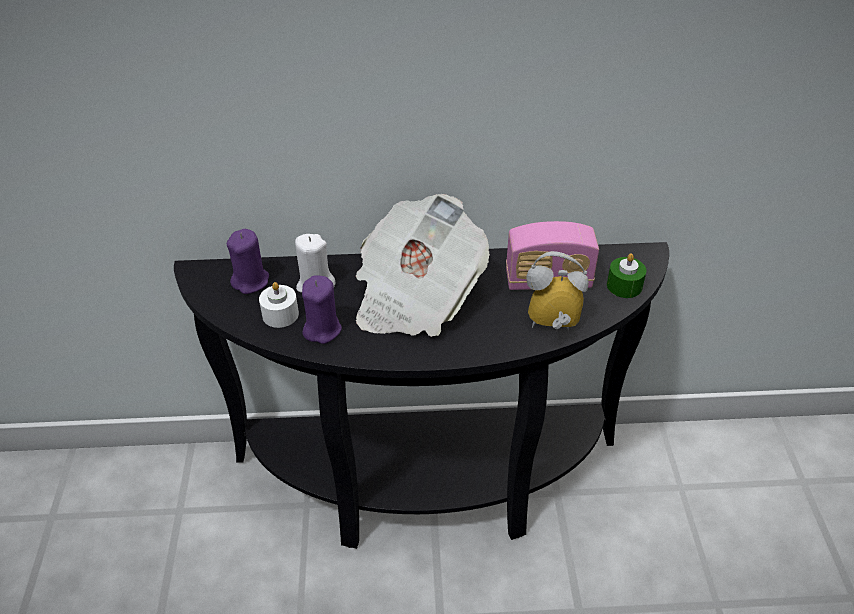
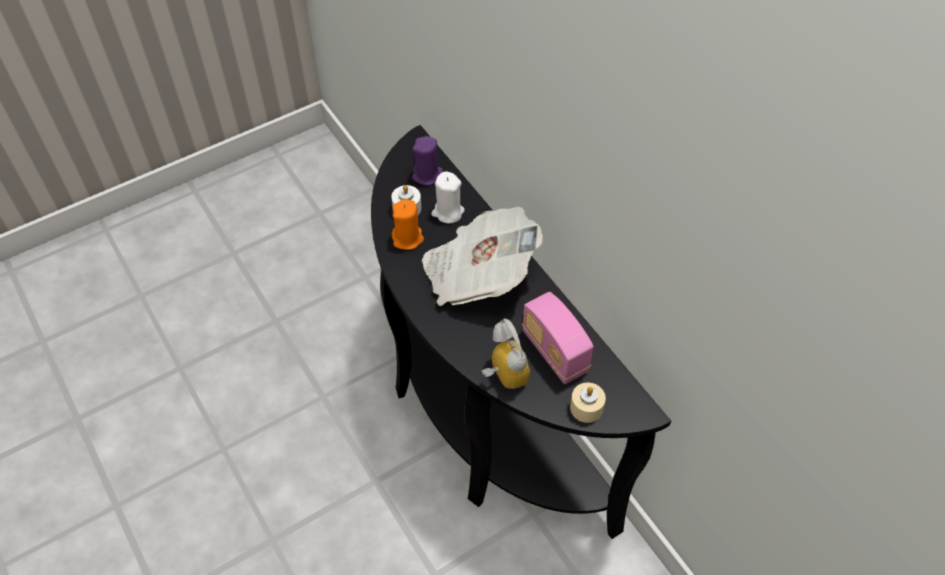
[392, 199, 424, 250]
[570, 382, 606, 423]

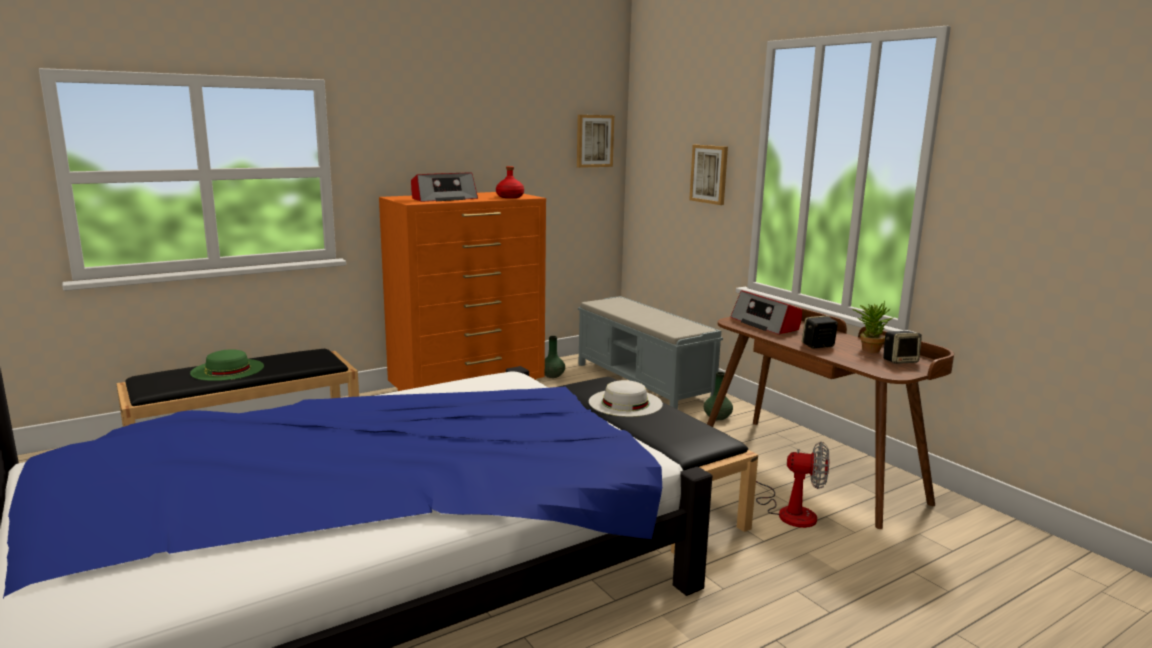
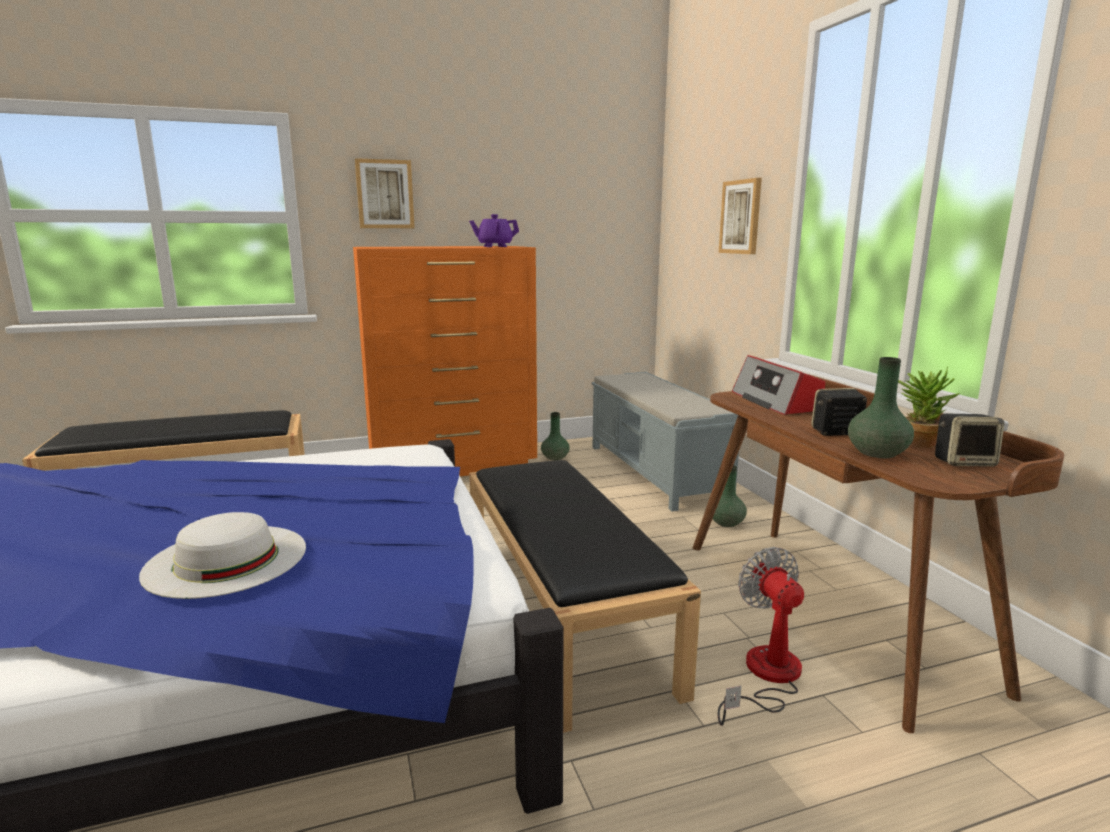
[190, 349, 264, 381] (first image)
[411, 173, 478, 202] (first image)
[469, 214, 519, 247]
[355, 158, 415, 228]
[139, 512, 306, 599]
[718, 547, 804, 726]
[848, 357, 914, 458]

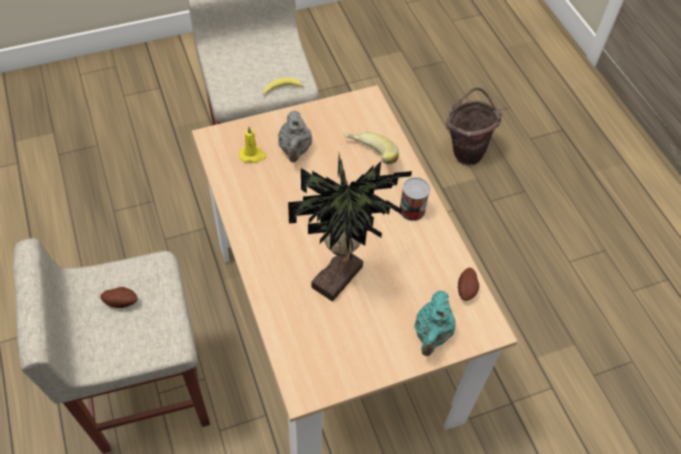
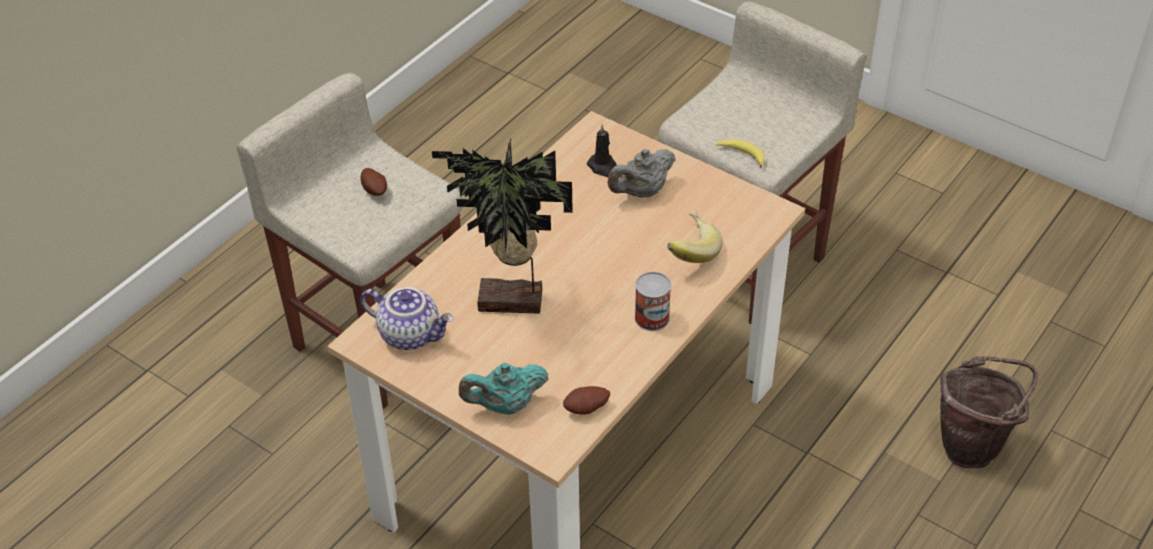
[587, 124, 616, 177]
[360, 287, 454, 350]

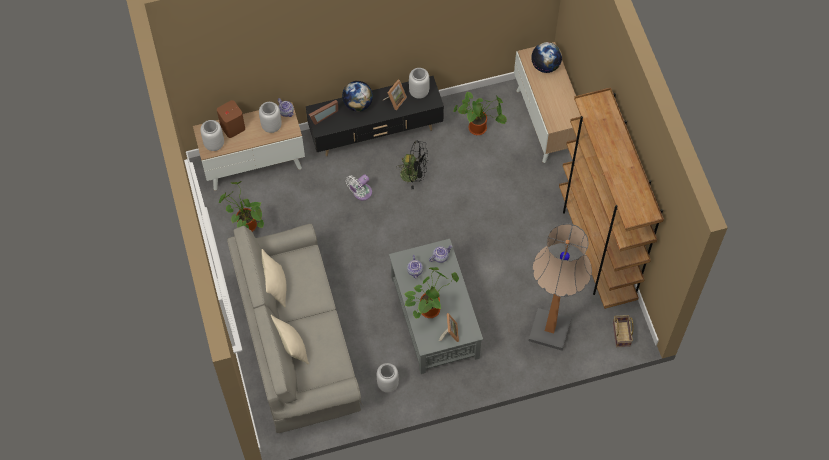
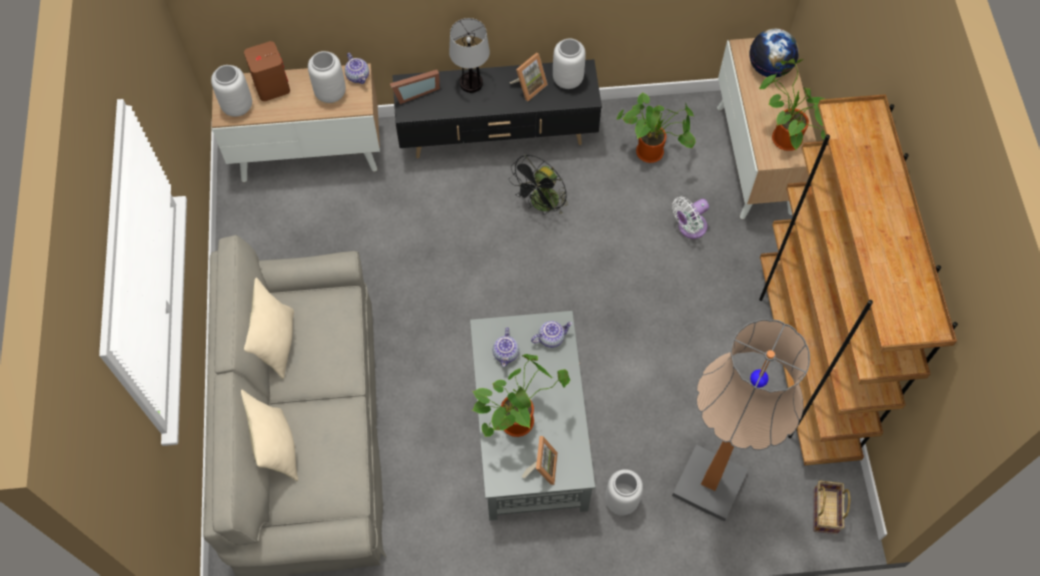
[759, 59, 826, 151]
[449, 18, 490, 93]
[672, 197, 709, 239]
[605, 469, 643, 515]
[509, 154, 568, 215]

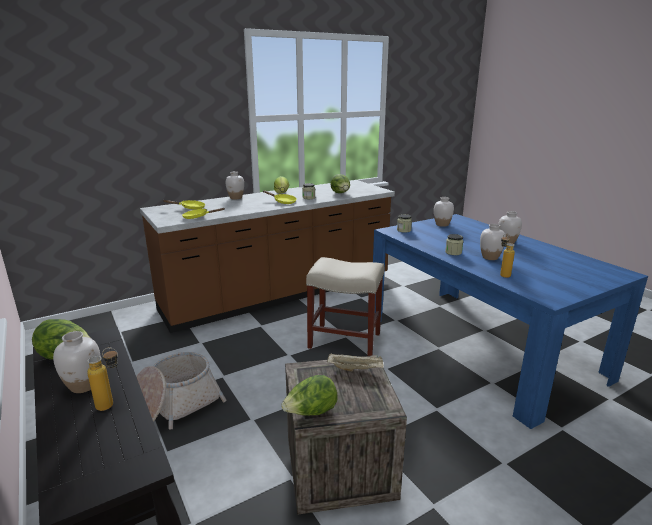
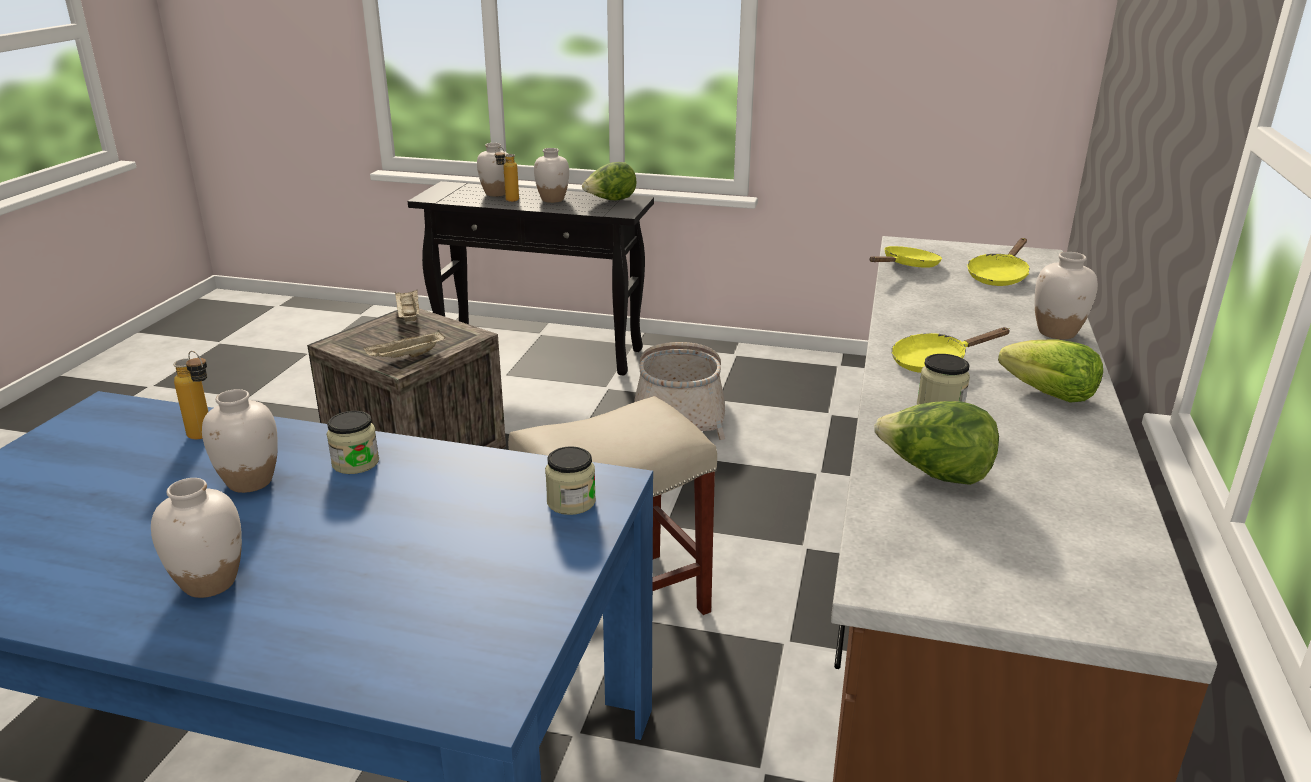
[395, 290, 419, 321]
[477, 143, 508, 196]

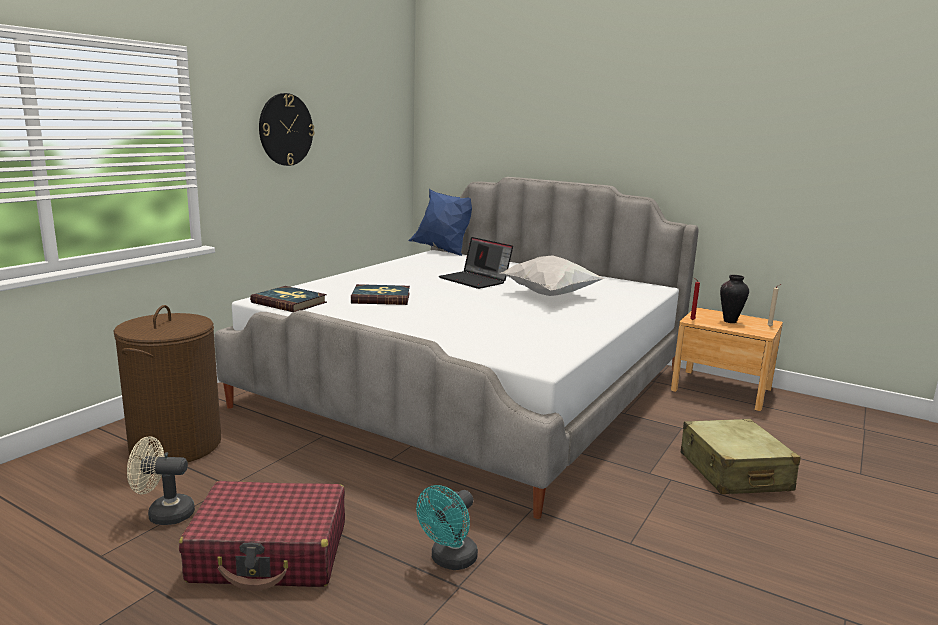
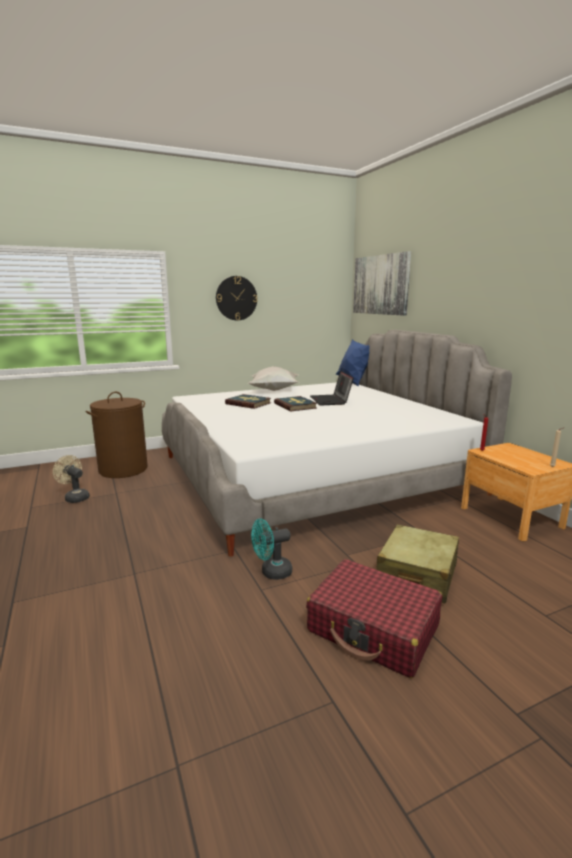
[306, 559, 442, 678]
[274, 396, 317, 411]
[251, 519, 292, 580]
[248, 366, 298, 391]
[720, 275, 749, 323] (first image)
[353, 251, 411, 316]

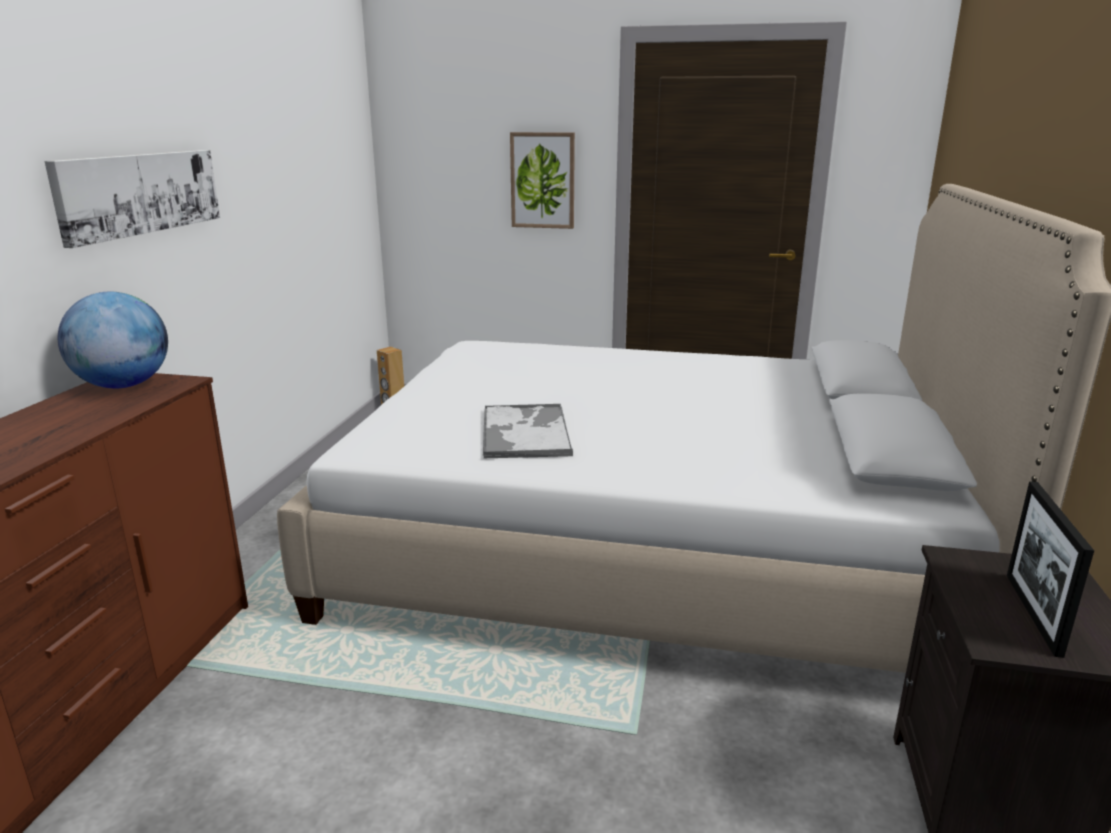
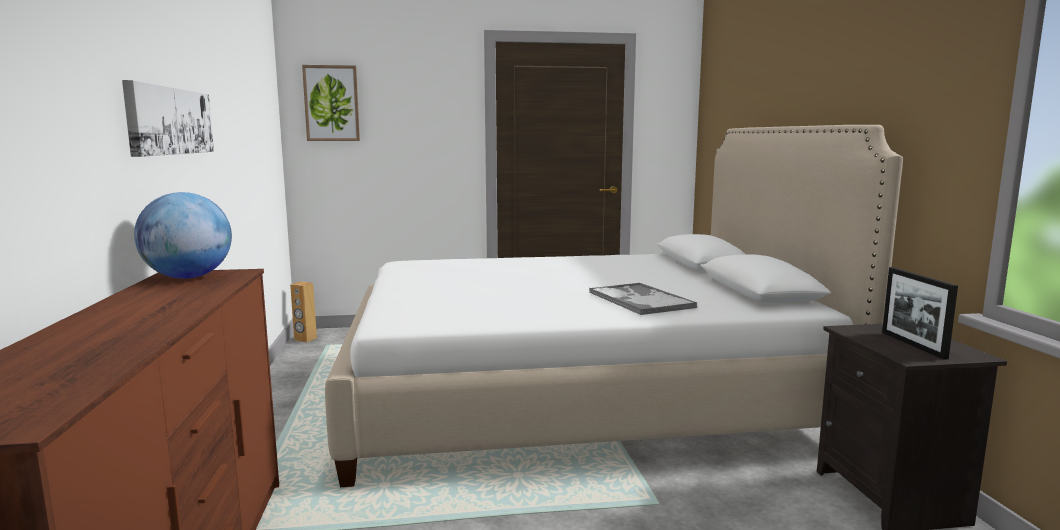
[589, 283, 697, 315]
[302, 65, 360, 141]

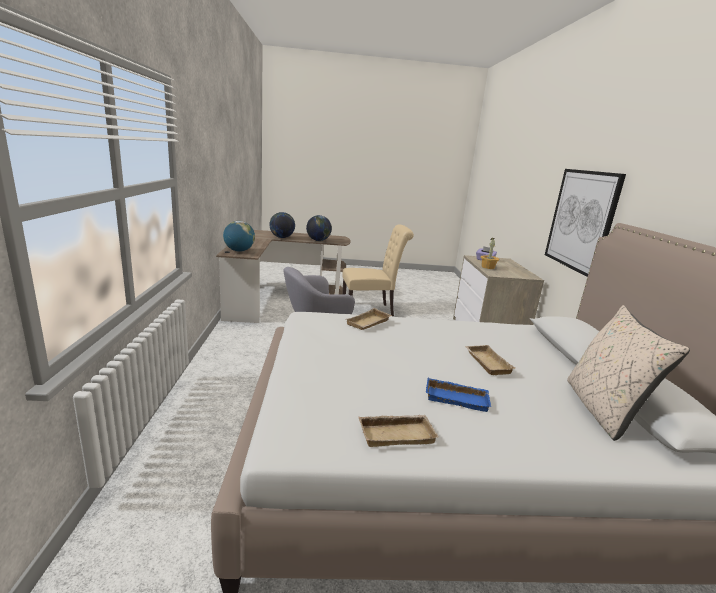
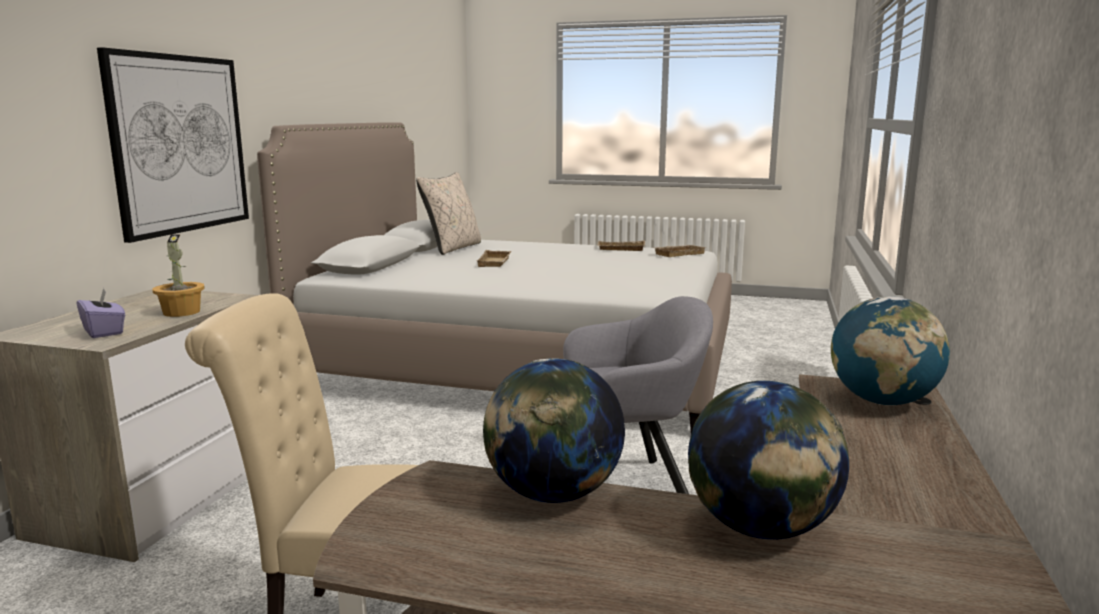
[655, 245, 706, 257]
[426, 378, 491, 412] (first image)

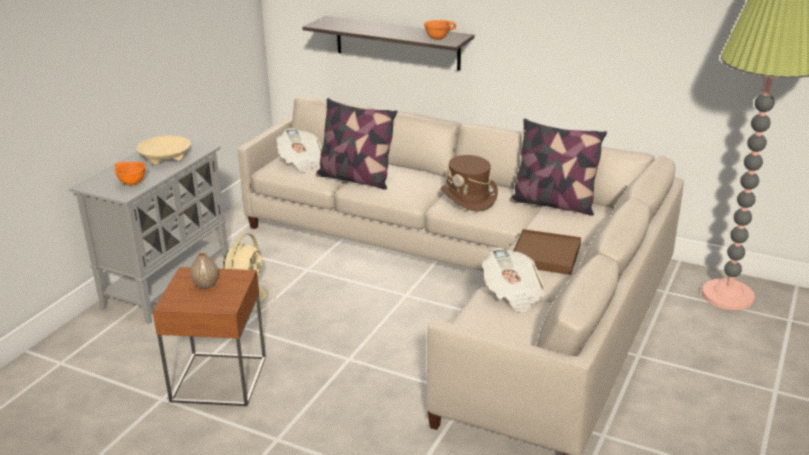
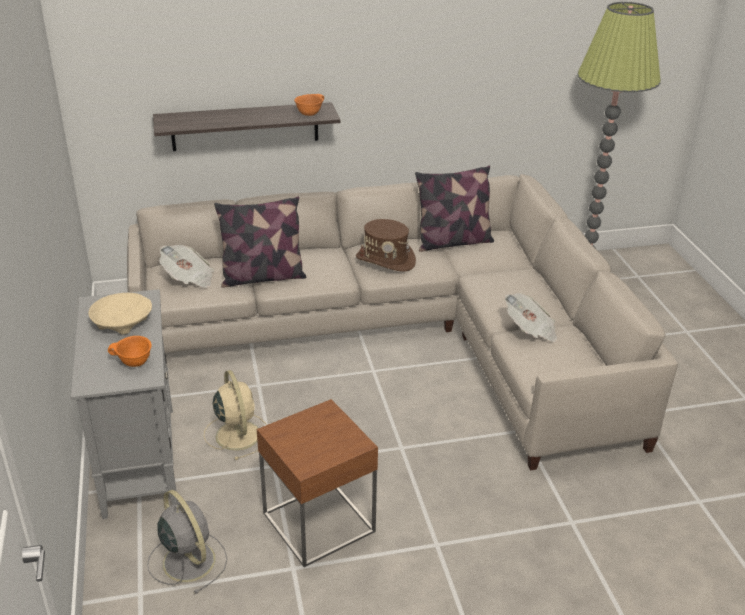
[191, 252, 219, 289] (first image)
[513, 229, 581, 275] (first image)
[147, 490, 227, 594]

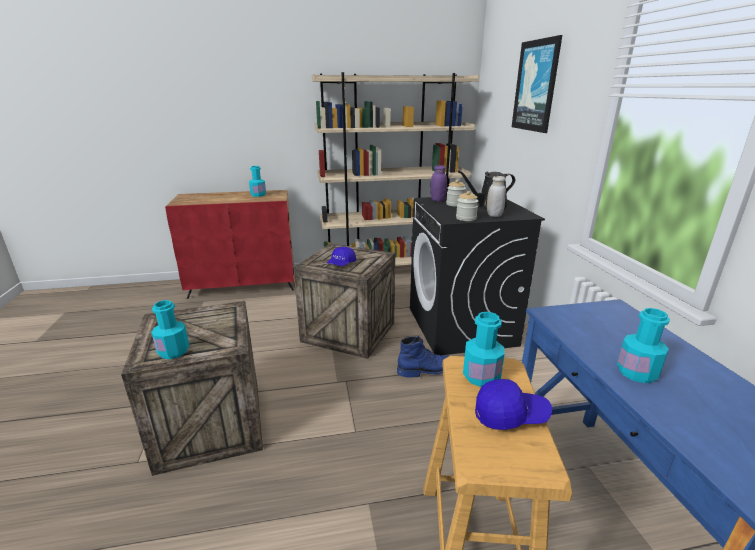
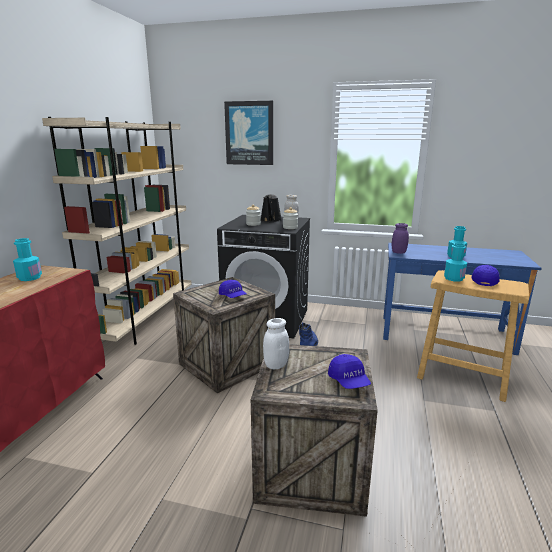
[328, 354, 371, 389]
[392, 223, 409, 254]
[263, 318, 289, 369]

